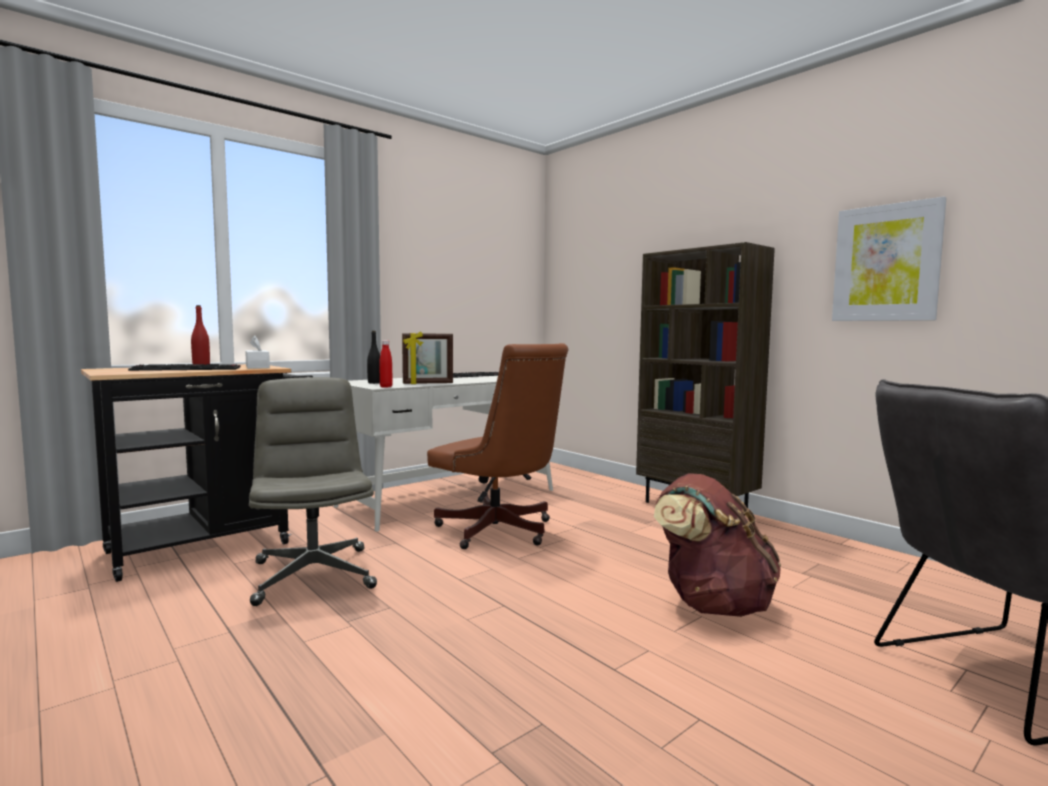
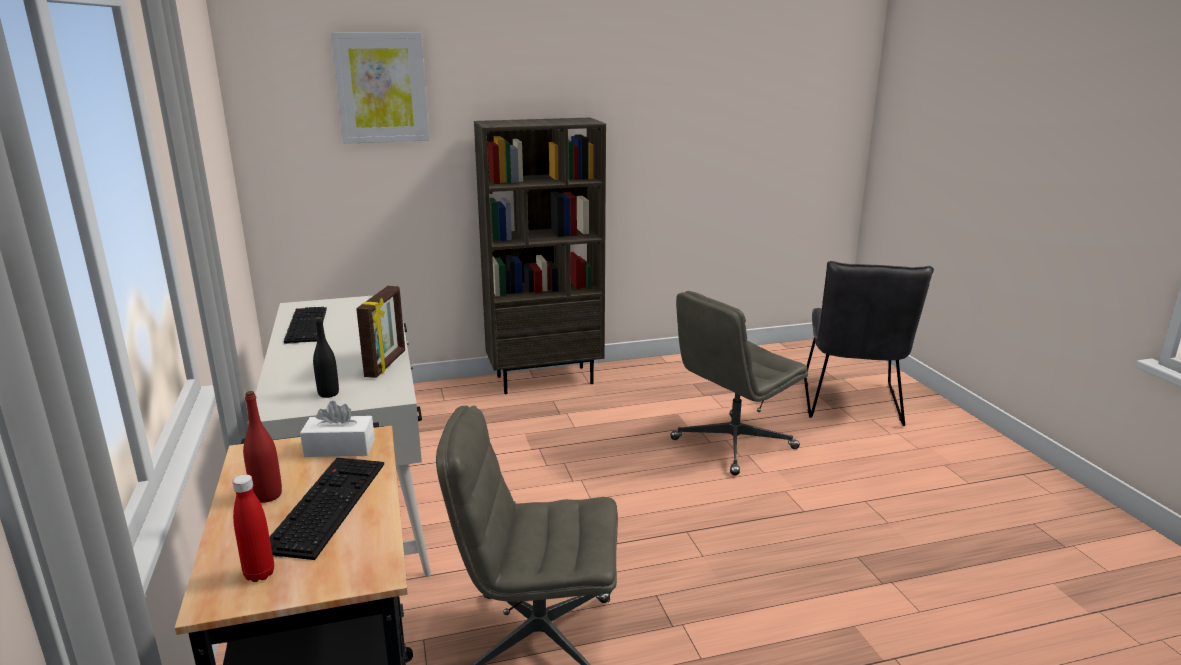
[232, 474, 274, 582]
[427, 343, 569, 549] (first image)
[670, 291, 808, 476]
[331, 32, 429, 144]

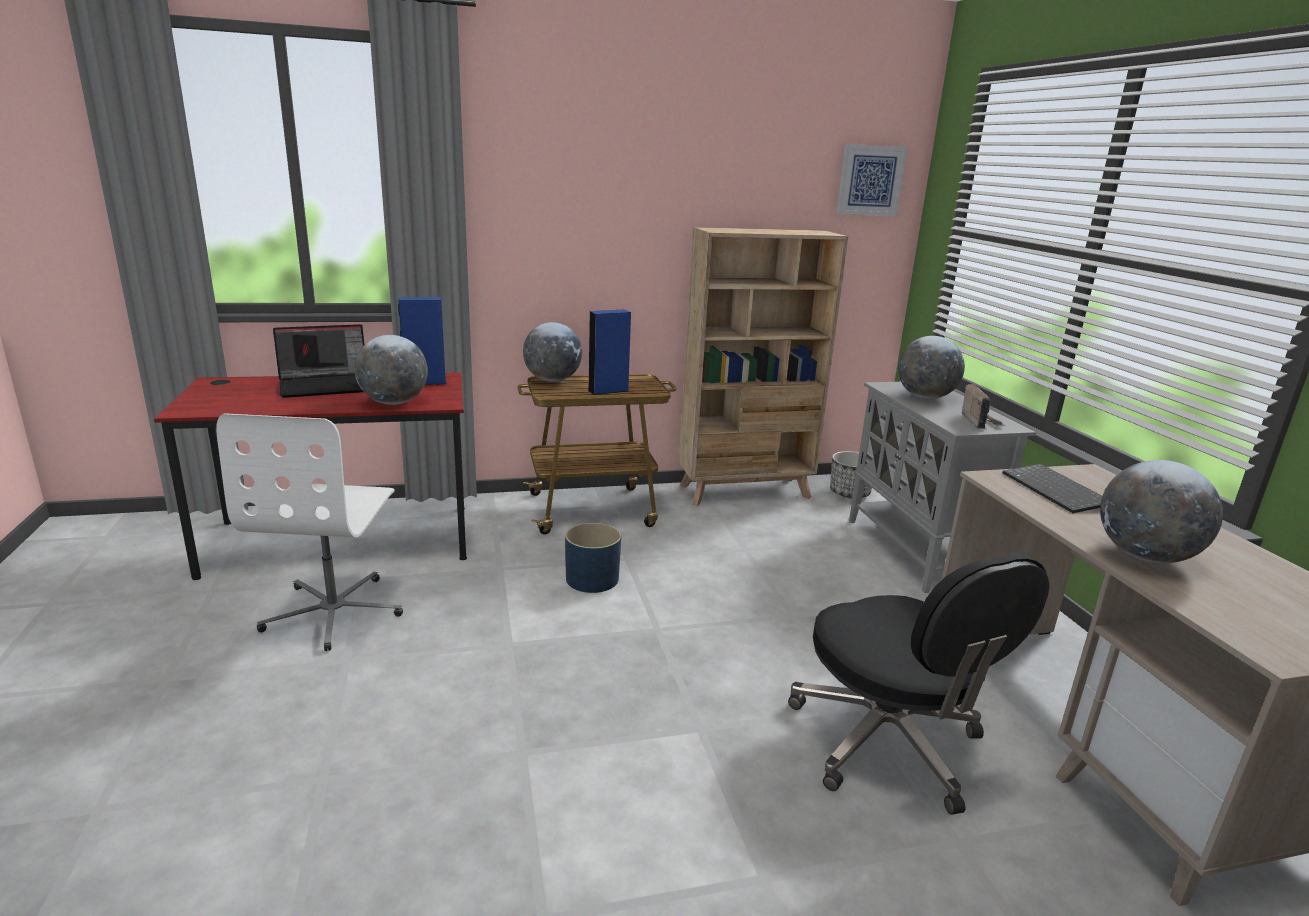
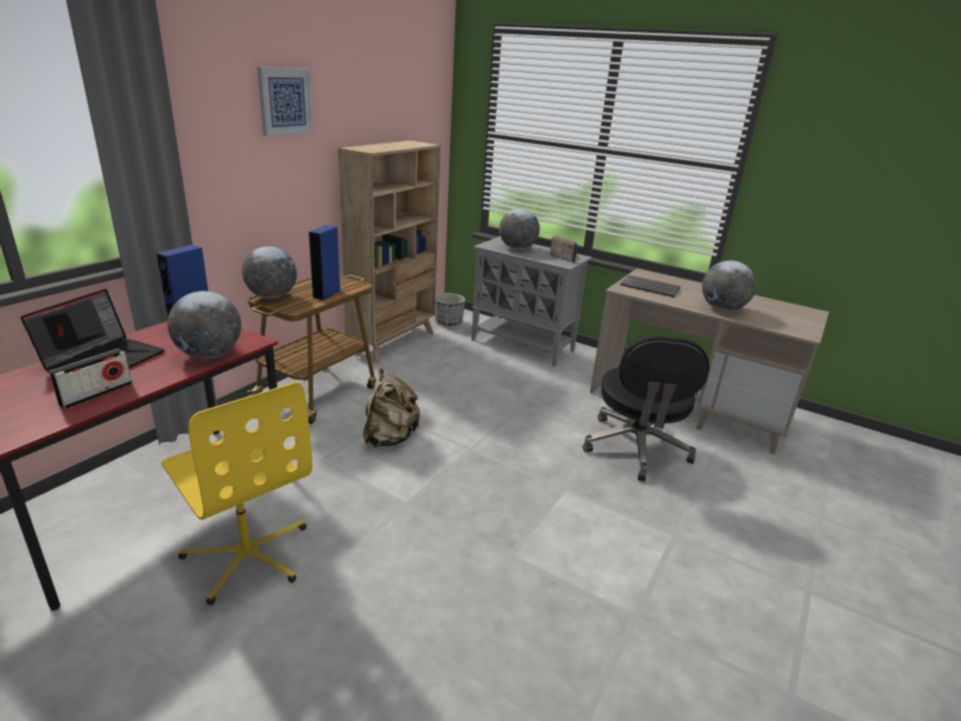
[161, 382, 313, 605]
[363, 369, 420, 447]
[583, 336, 709, 481]
[257, 67, 313, 136]
[49, 349, 132, 409]

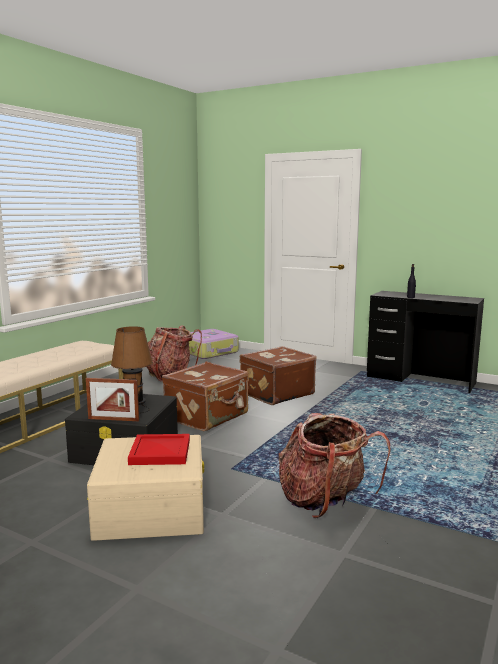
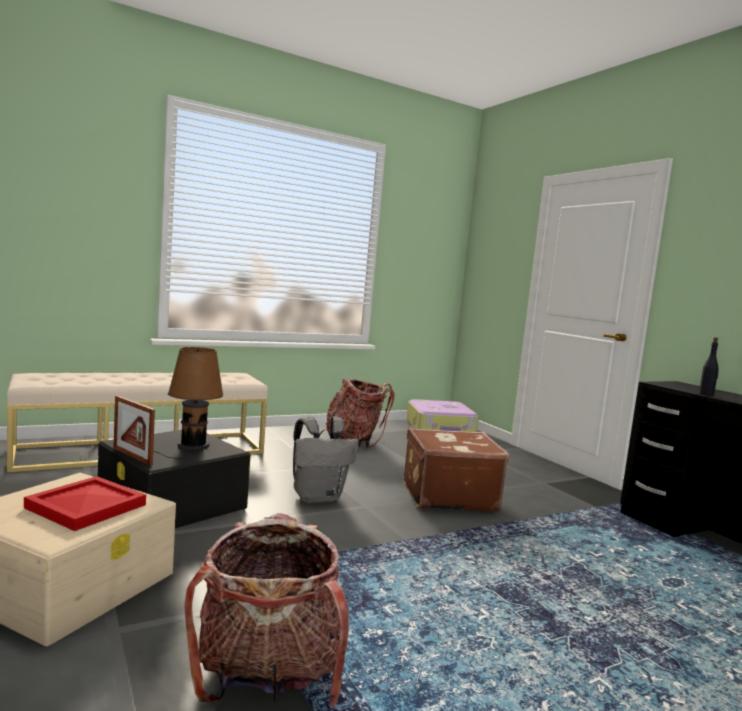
[293, 416, 359, 503]

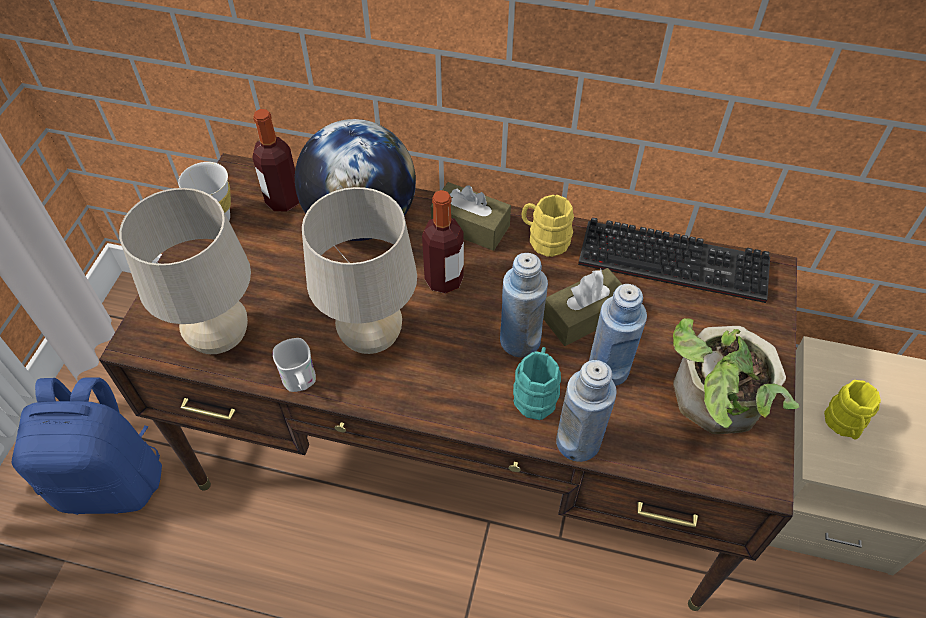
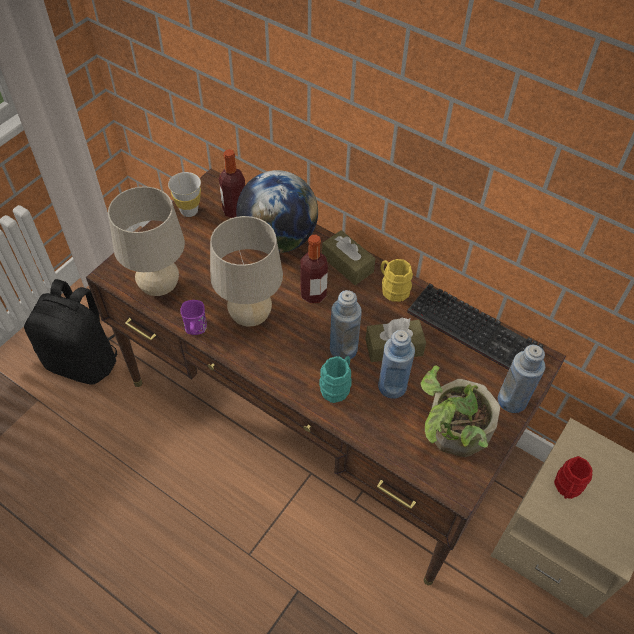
[24, 279, 117, 385]
[180, 300, 207, 335]
[498, 345, 545, 413]
[554, 456, 593, 499]

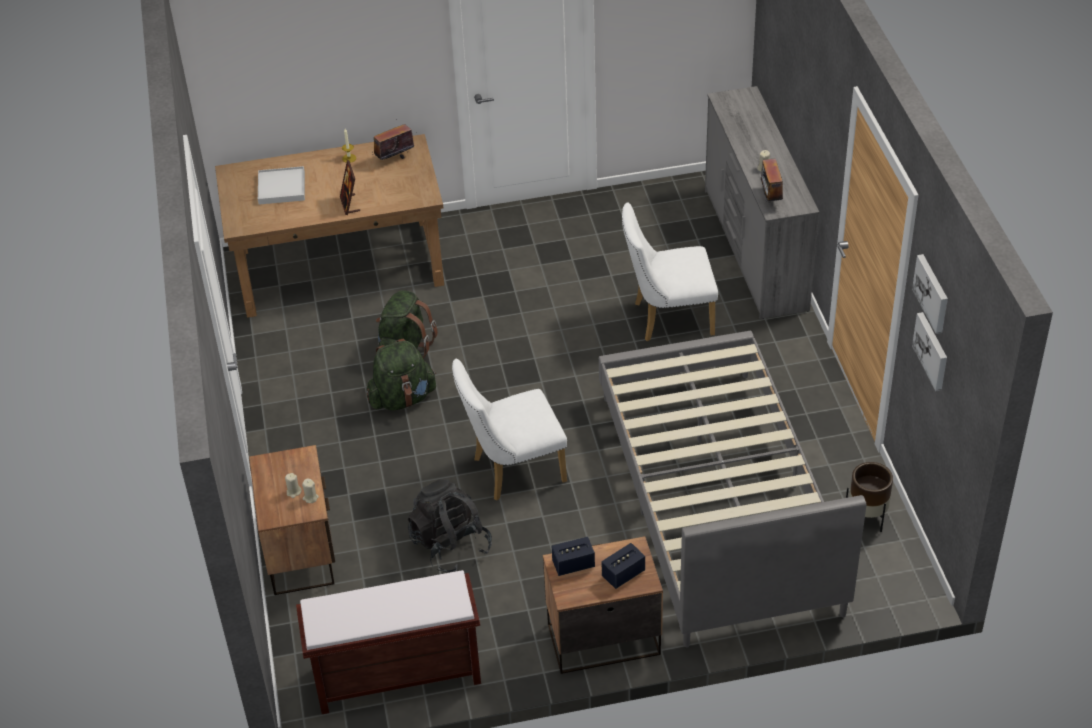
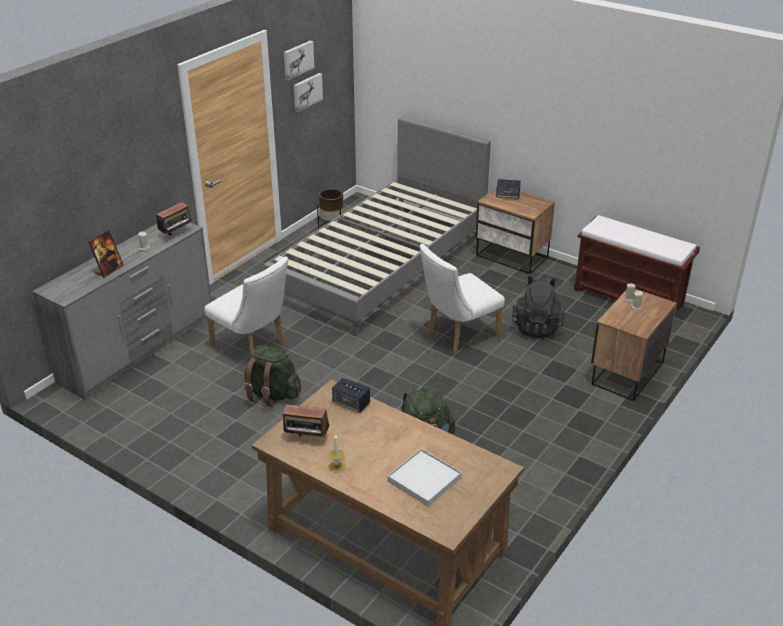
[88, 230, 124, 278]
[244, 345, 301, 407]
[419, 244, 505, 355]
[332, 377, 370, 413]

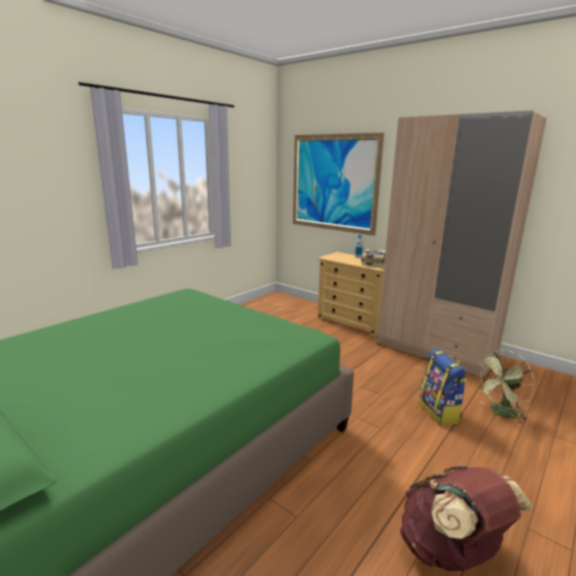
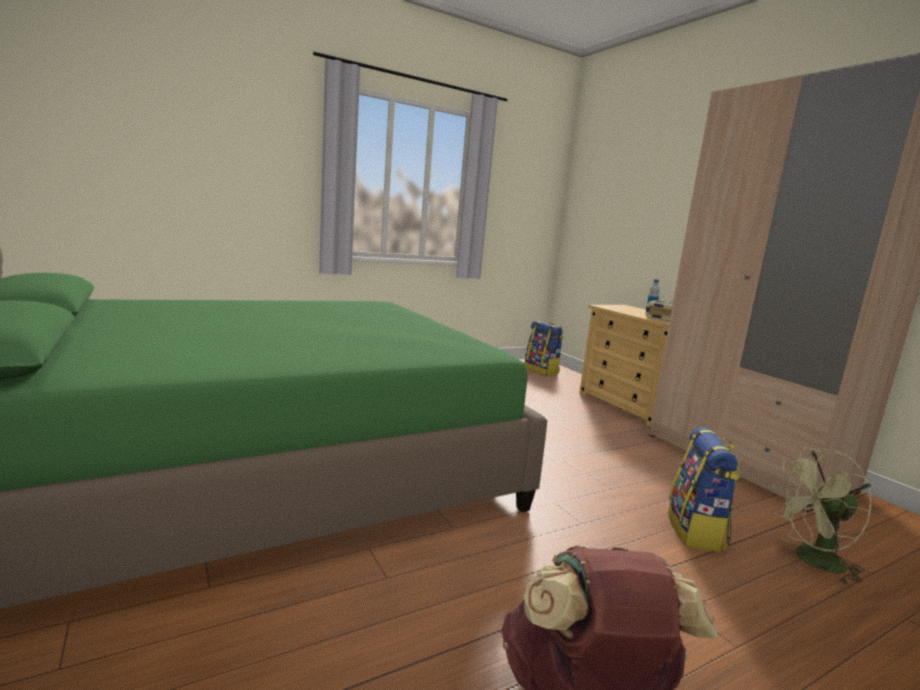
[293, 133, 384, 236] (first image)
[525, 321, 563, 376]

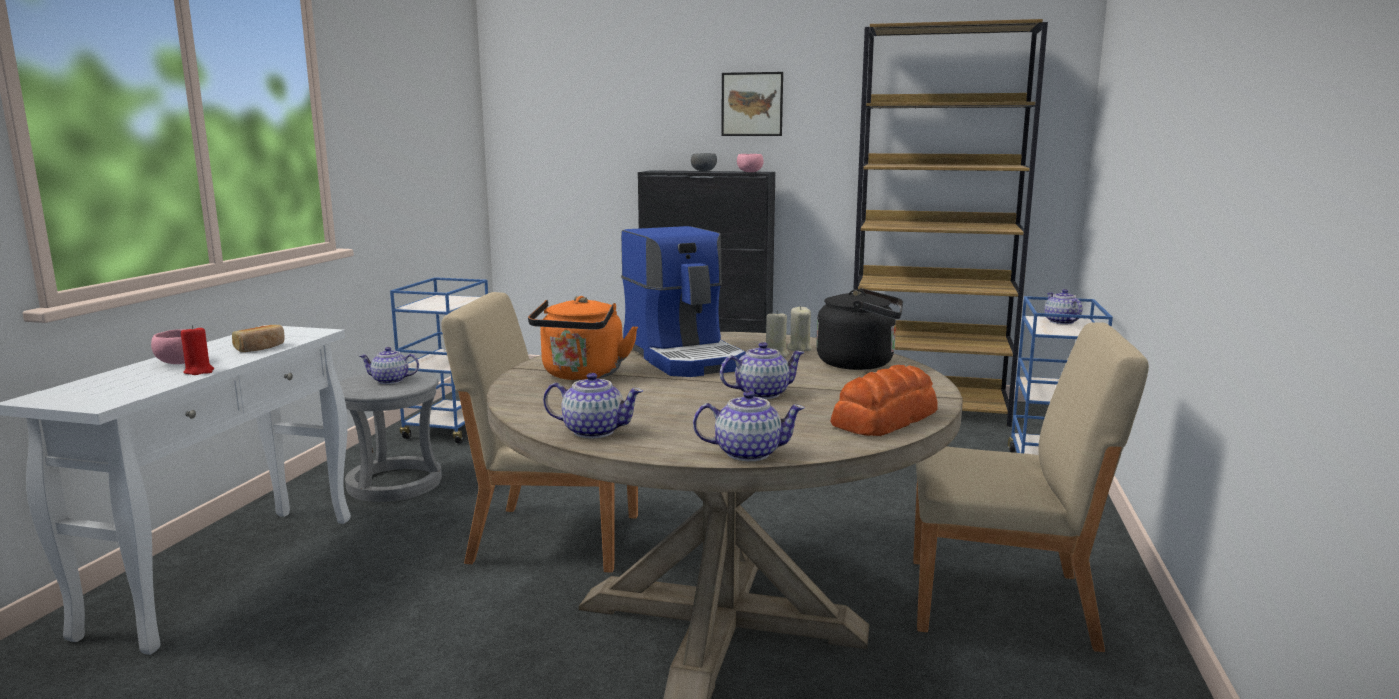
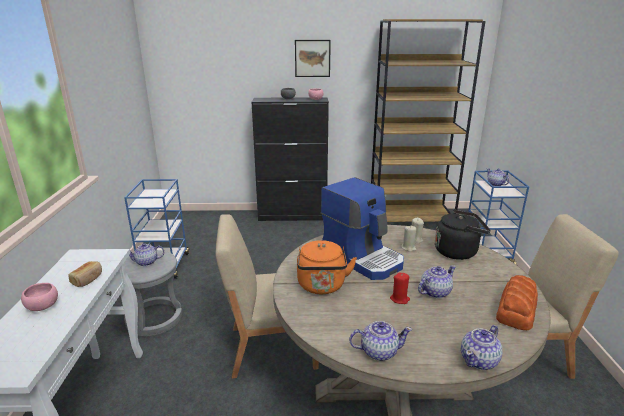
[390, 273, 410, 304]
[461, 325, 502, 370]

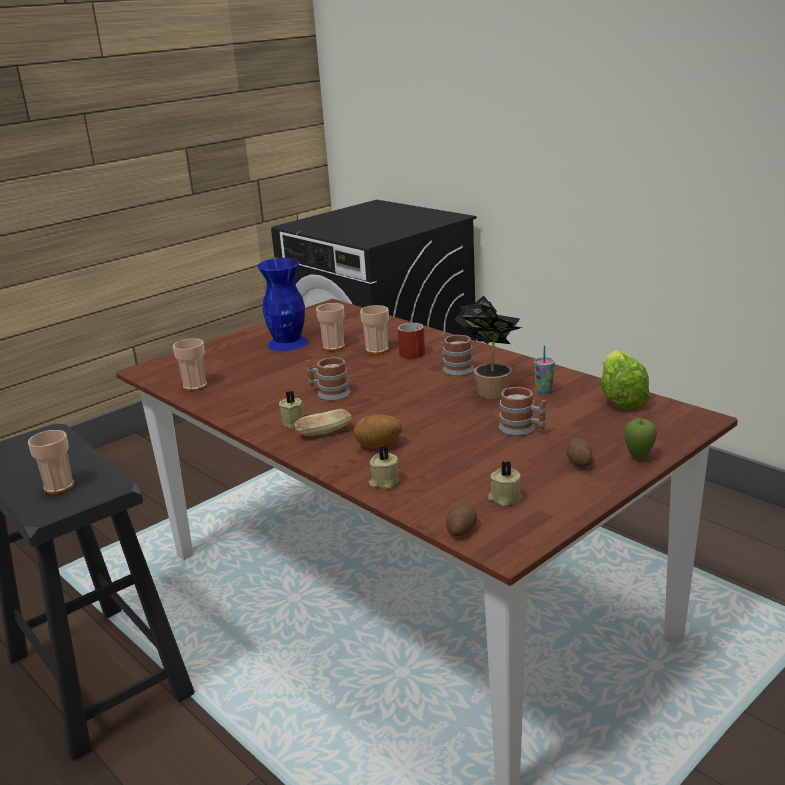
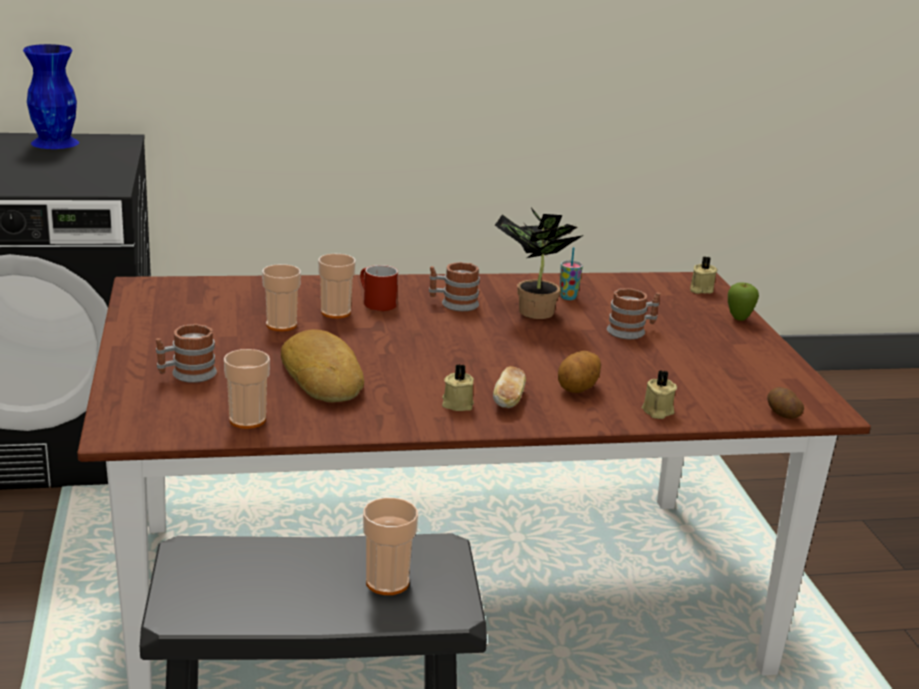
[23, 44, 79, 149]
[156, 324, 217, 383]
[690, 256, 718, 294]
[566, 438, 593, 467] (first image)
[600, 350, 649, 409] (first image)
[281, 329, 364, 402]

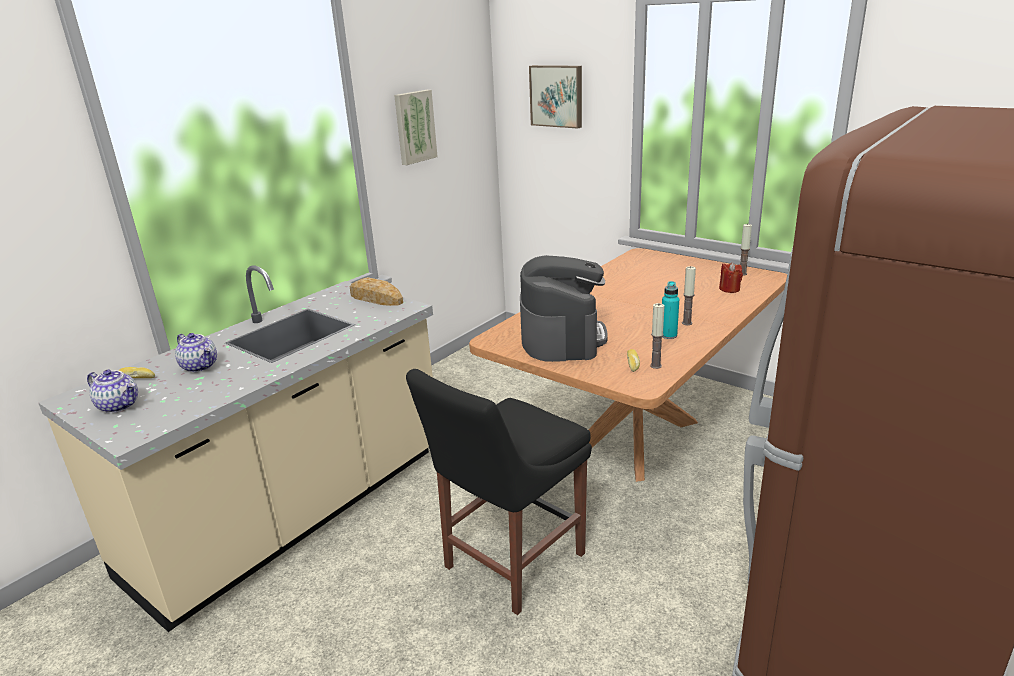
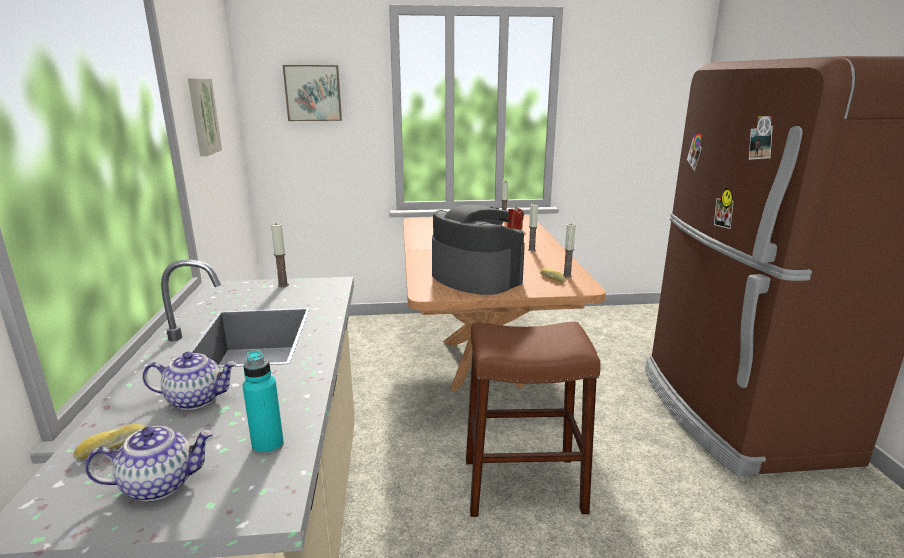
[271, 223, 289, 287]
[466, 322, 601, 517]
[242, 350, 284, 455]

